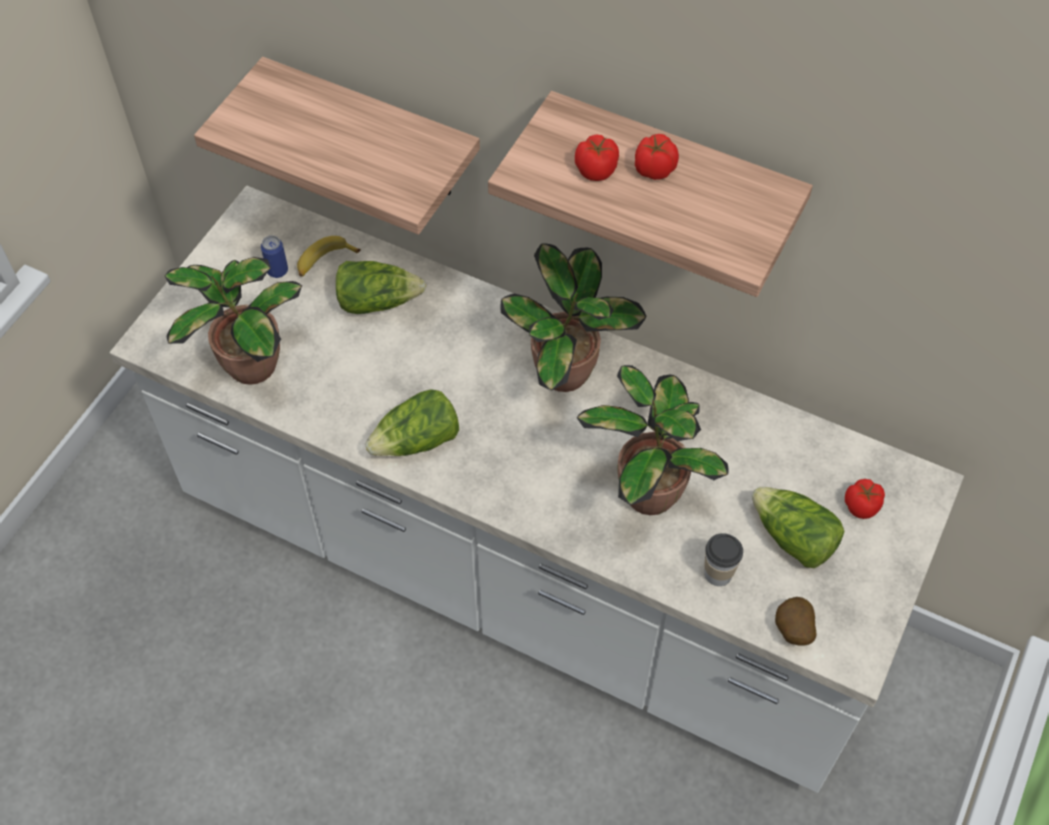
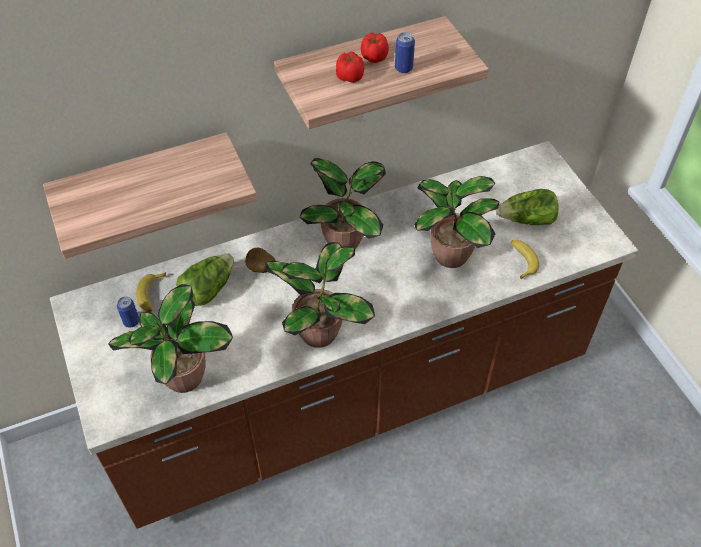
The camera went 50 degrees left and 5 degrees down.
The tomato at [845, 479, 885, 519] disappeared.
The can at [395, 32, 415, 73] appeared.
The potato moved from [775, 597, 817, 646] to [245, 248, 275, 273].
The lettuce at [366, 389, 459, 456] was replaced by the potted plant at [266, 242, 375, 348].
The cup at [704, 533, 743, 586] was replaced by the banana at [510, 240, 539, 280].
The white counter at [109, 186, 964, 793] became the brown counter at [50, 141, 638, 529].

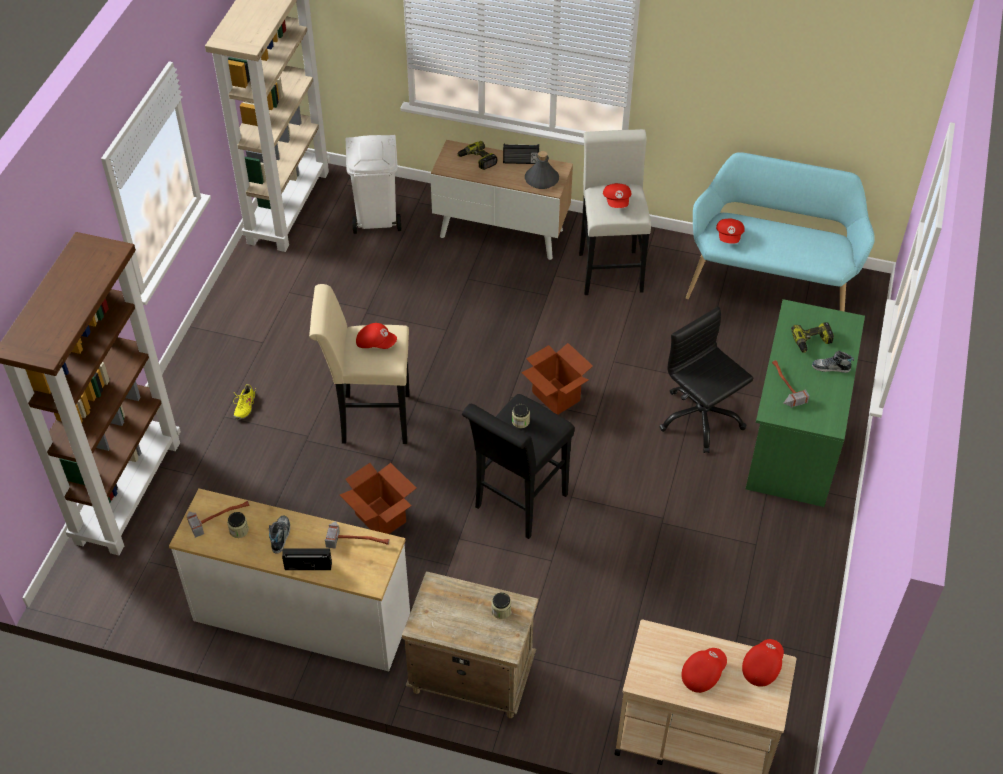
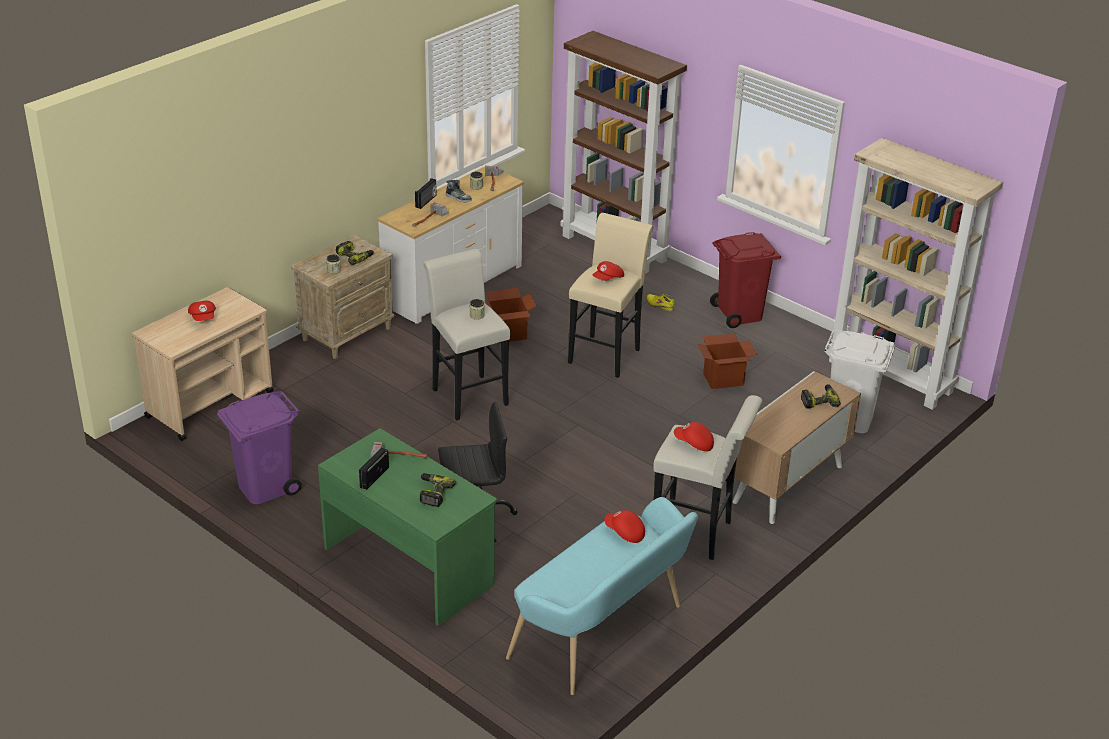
The camera went 115 degrees right and 15 degrees down.
The grey bottle at [525, 151, 559, 189] disappeared.
The red cap at [742, 639, 784, 687] disappeared.
The shoe at [812, 350, 854, 373] disappeared.
The purple trash can at [217, 391, 302, 504] appeared.
The power drill at [336, 241, 374, 265] appeared.
The red trash can at [710, 232, 781, 328] appeared.
The radio moved from [503, 143, 539, 164] to [359, 447, 389, 490].
The cardboard box moved from [521, 343, 593, 415] to [697, 333, 757, 389].
The black stool at [462, 394, 575, 539] became the white stool at [423, 249, 510, 420].

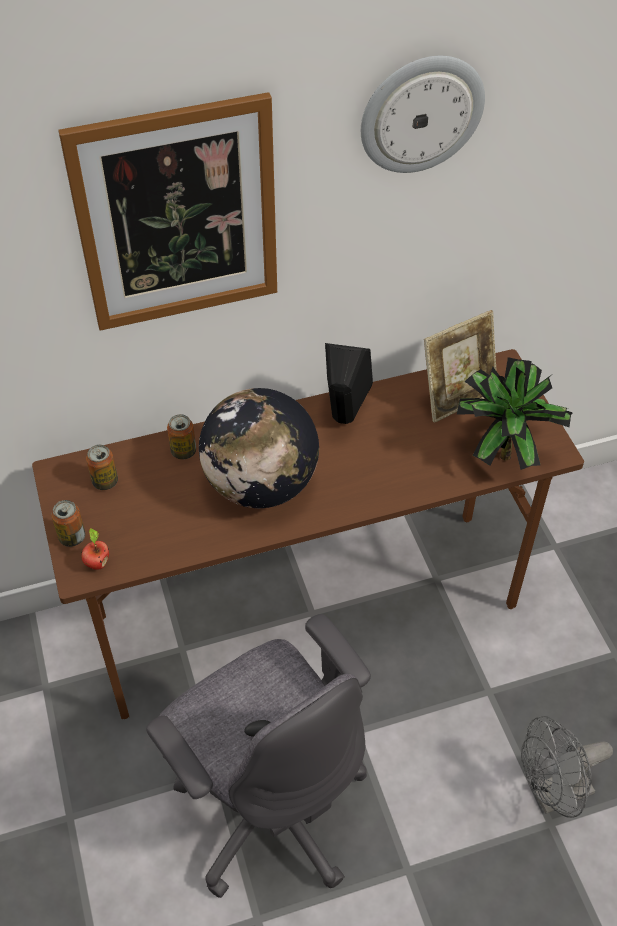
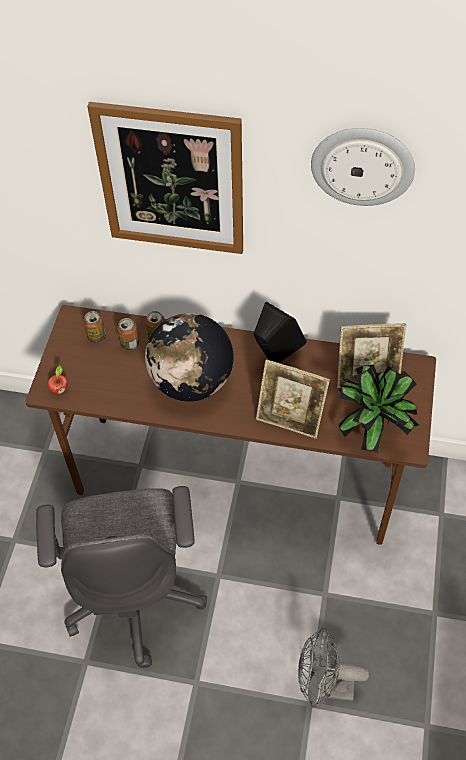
The camera went 30 degrees right and 5 degrees up.
The picture frame at [256, 359, 330, 439] appeared.
The can moved from [51, 500, 86, 547] to [117, 318, 139, 350].

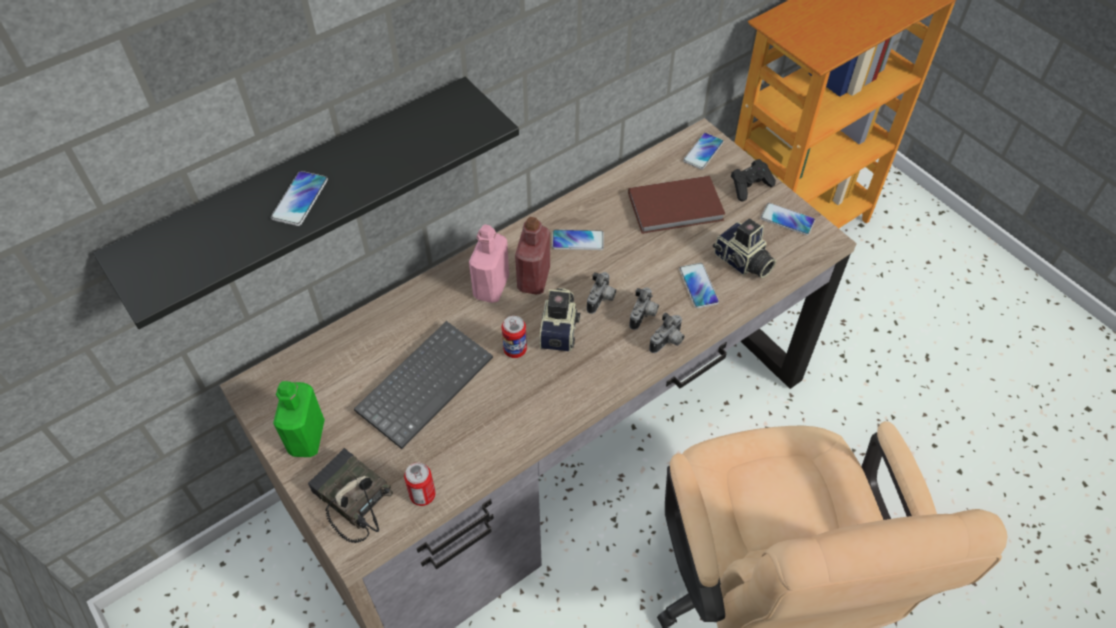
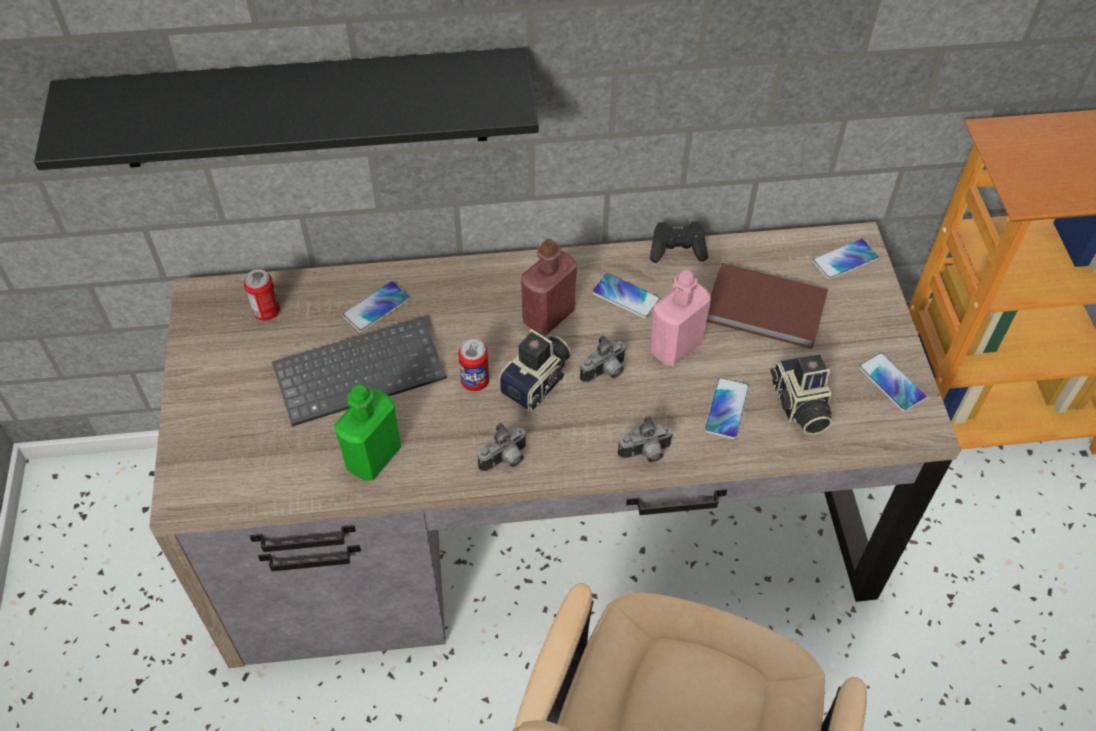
The camera went 30 degrees right and 0 degrees up.
The radio at [308, 448, 393, 543] disappeared.
The phone moved from [271, 171, 328, 226] to [342, 281, 410, 332].
The green bottle moved from [273, 381, 325, 457] to [334, 384, 401, 481].
The can moved from [404, 462, 436, 506] to [244, 269, 280, 321].
The pink bottle moved from [469, 224, 509, 303] to [649, 270, 711, 366].
The photo camera moved from [629, 287, 659, 330] to [477, 423, 527, 472].
The black game controller moved from [731, 159, 776, 201] to [650, 221, 708, 263].

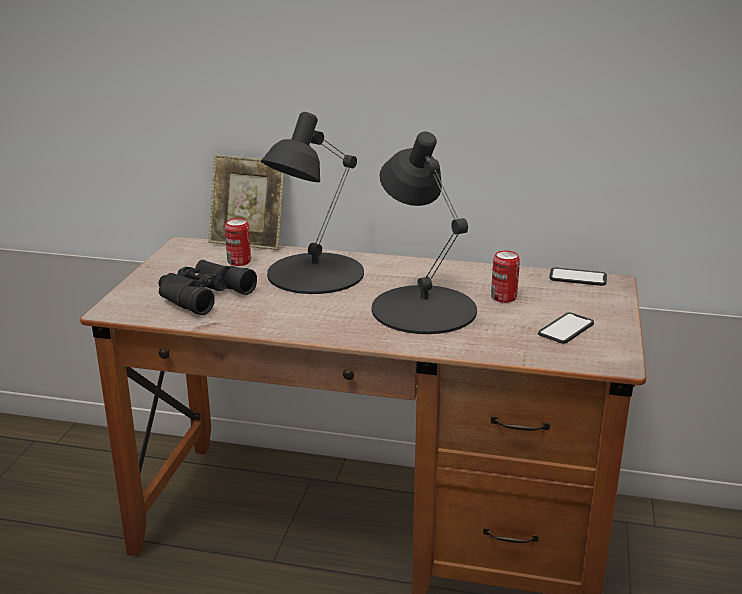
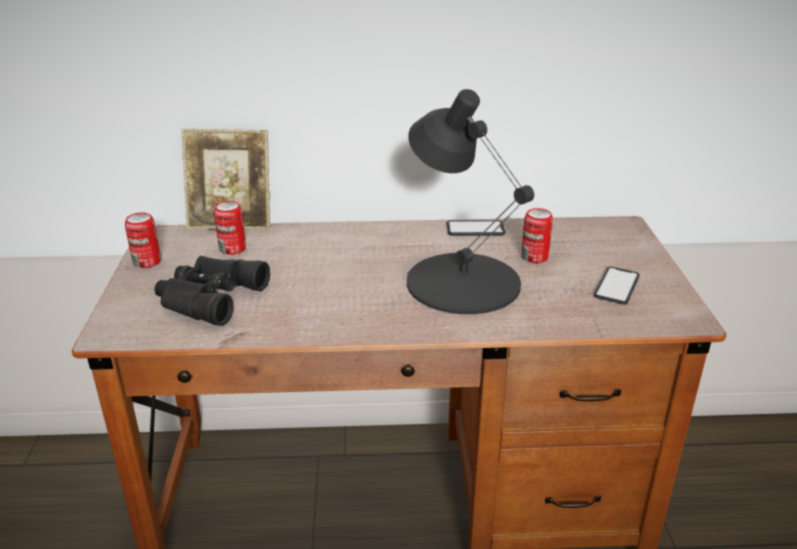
The camera went 15 degrees left and 5 degrees up.
The black table lamp at [261, 112, 364, 294] disappeared.
The can at [125, 213, 161, 268] appeared.
The phone moved from [549, 267, 607, 286] to [446, 220, 505, 236].

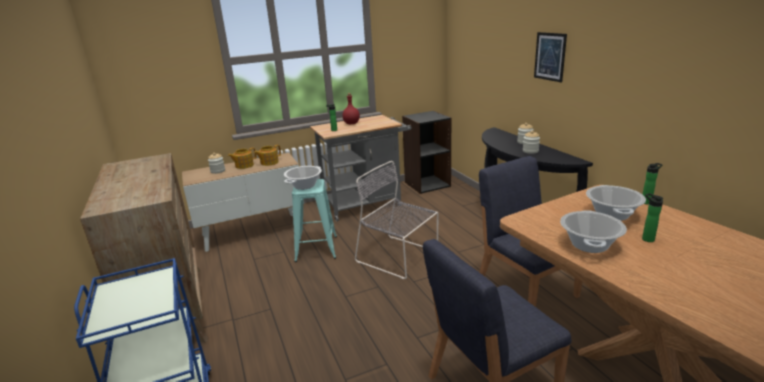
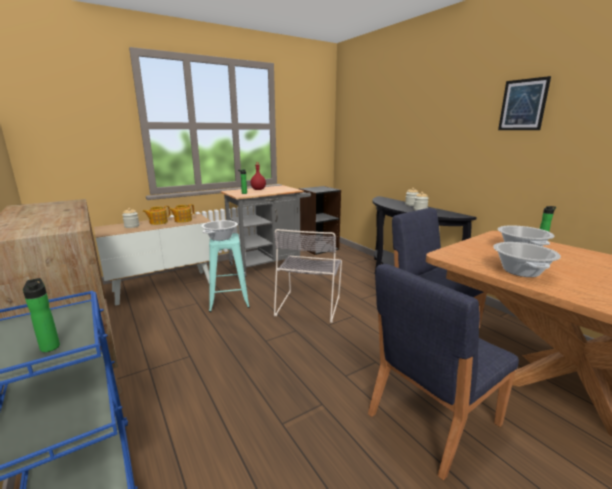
The camera went 10 degrees left and 5 degrees down.
The picture moved from [534, 32, 567, 82] to [498, 76, 551, 130].
The bottle moved from [642, 193, 663, 242] to [23, 278, 60, 352].
The grey chair at [355, 161, 438, 279] turned 105 degrees counterclockwise.

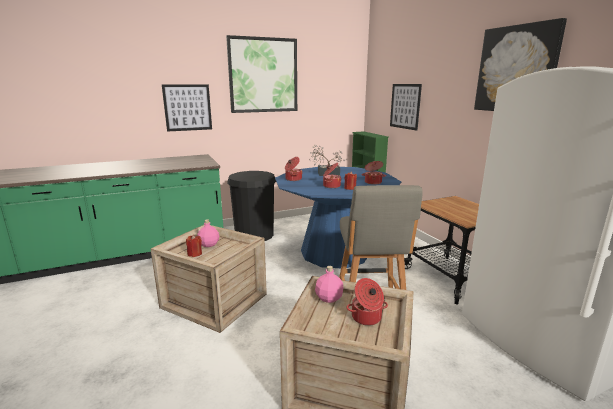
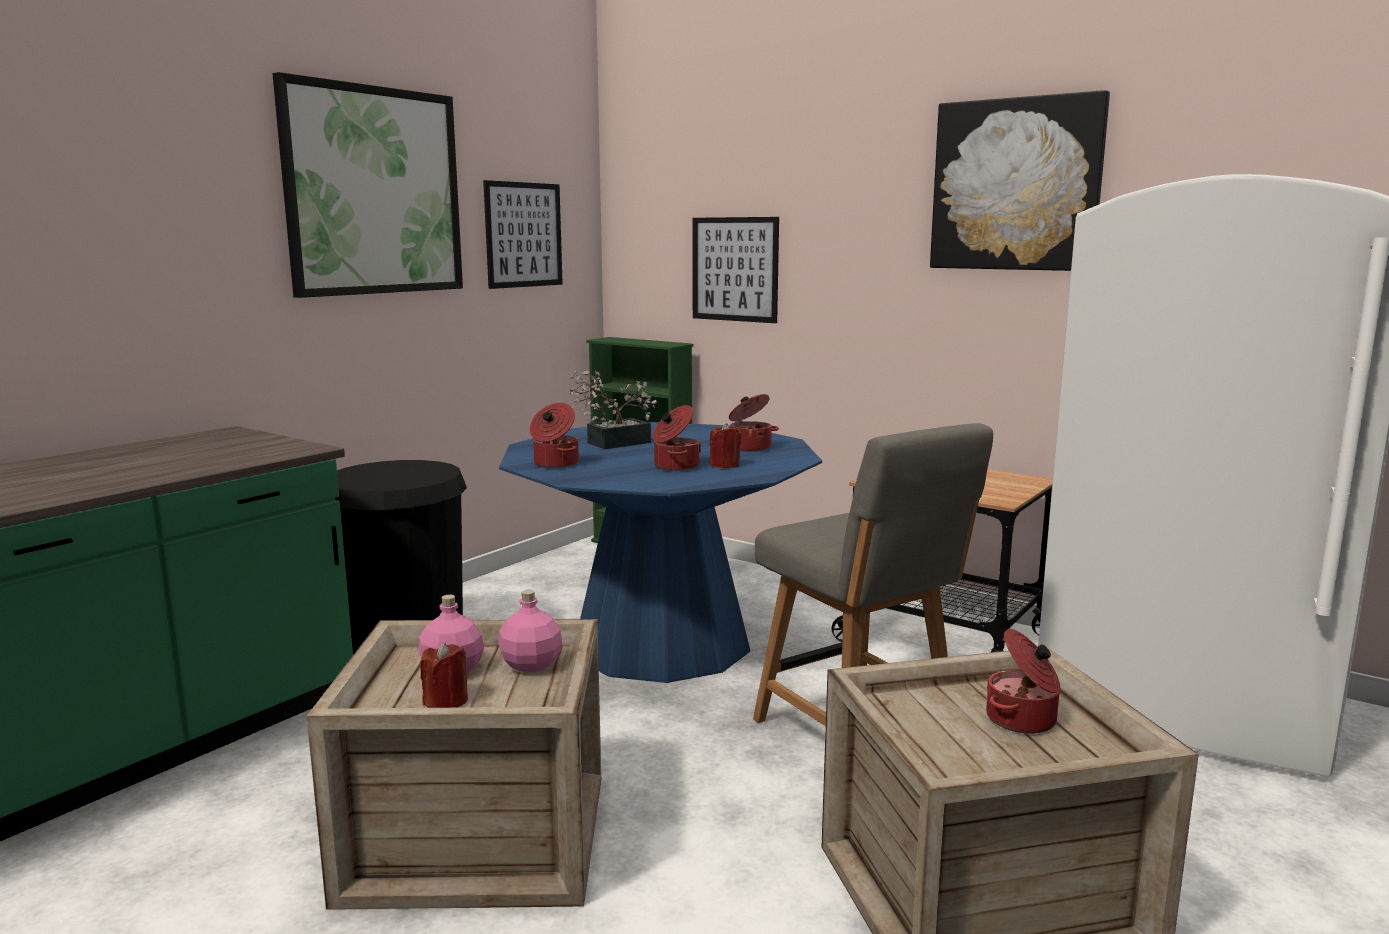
The camera went 30 degrees left and 5 degrees down.
The picture moved from [162, 84, 212, 132] to [483, 180, 563, 289].
The pink bottle moved from [315, 266, 343, 303] to [498, 590, 562, 672].

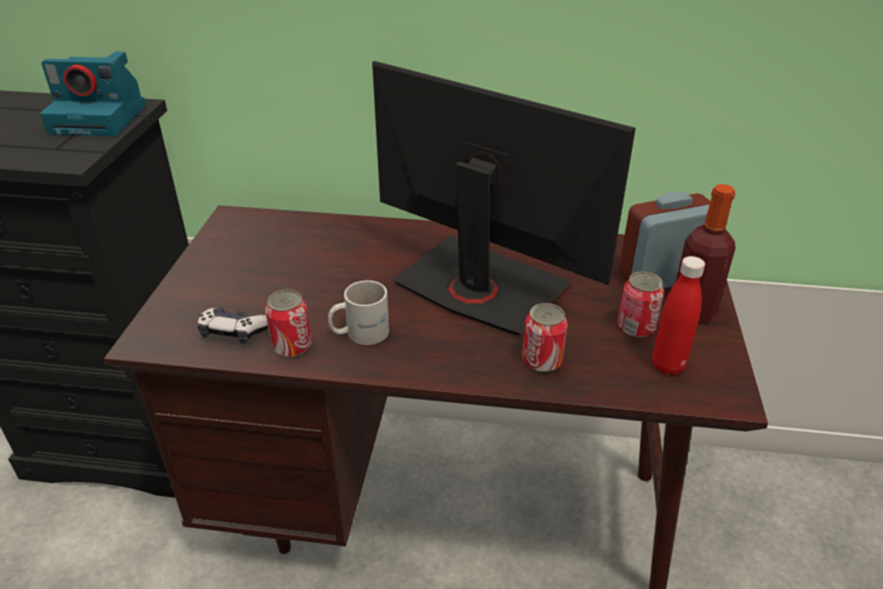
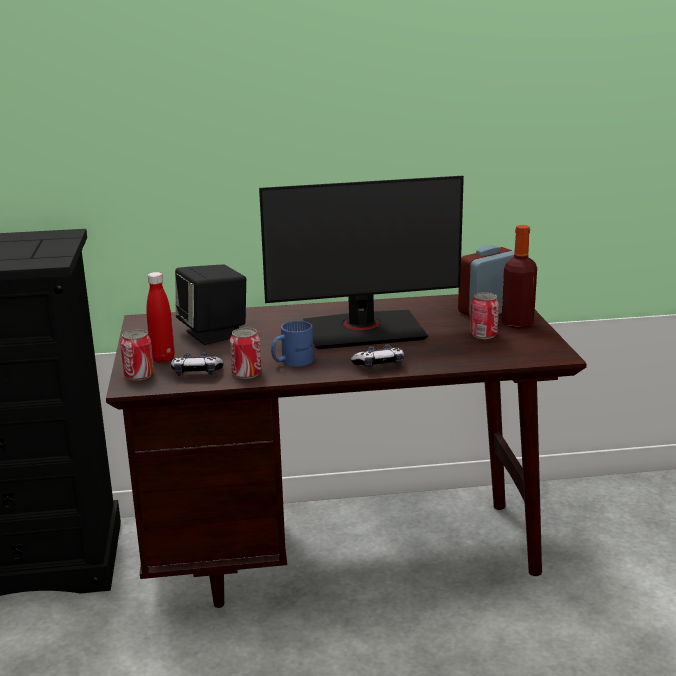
The camera went 15 degrees left and 15 degrees down.
The photo camera at [40, 52, 146, 136] disappeared.
The black speaker at [175, 264, 246, 345] appeared.
The game controller at [351, 344, 404, 370] appeared.
The can moved from [522, 303, 568, 372] to [120, 329, 154, 381].
The red bottle moved from [652, 256, 705, 375] to [146, 272, 175, 363].
The white mug at [328, 280, 389, 345] became the blue mug at [271, 321, 313, 366].
The monitor at [372, 61, 636, 336] turned 150 degrees clockwise.

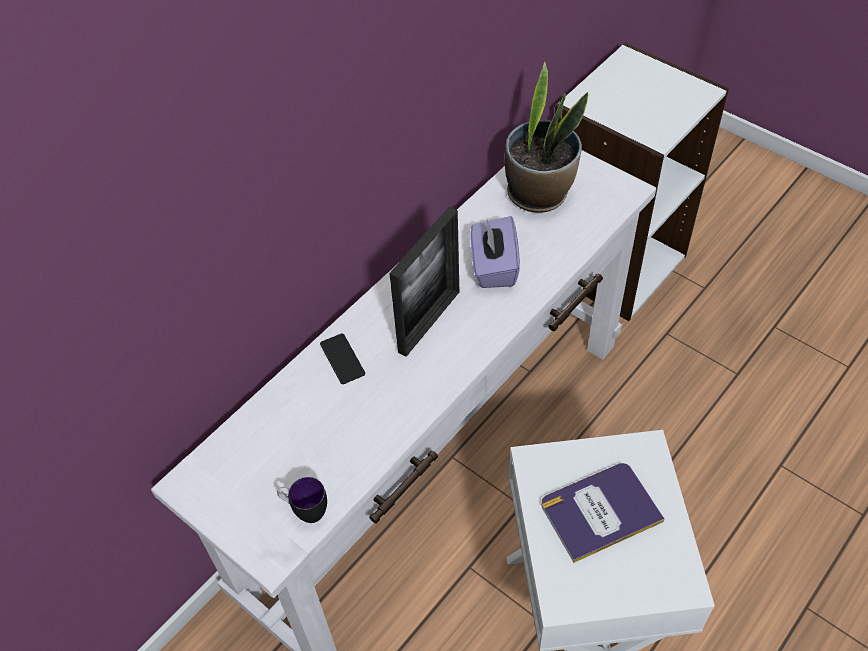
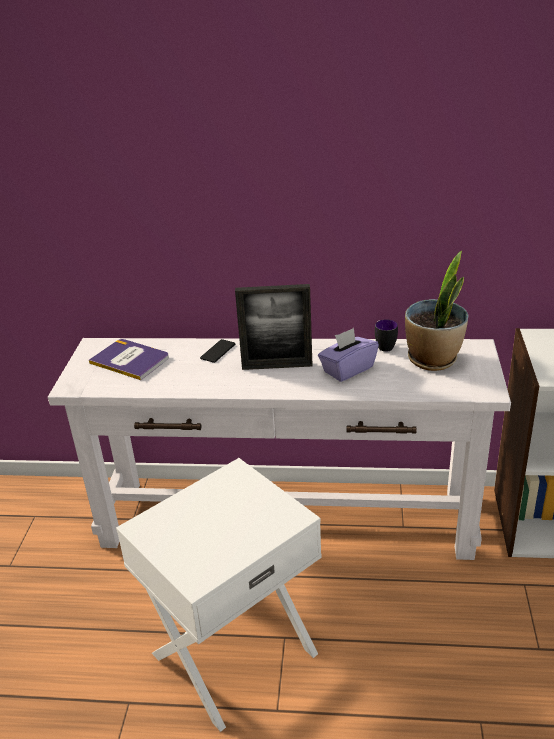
The camera went 55 degrees right and 20 degrees down.
The mug moved from [277, 477, 327, 523] to [375, 320, 398, 352].
The book moved from [541, 463, 665, 563] to [89, 339, 169, 380].

